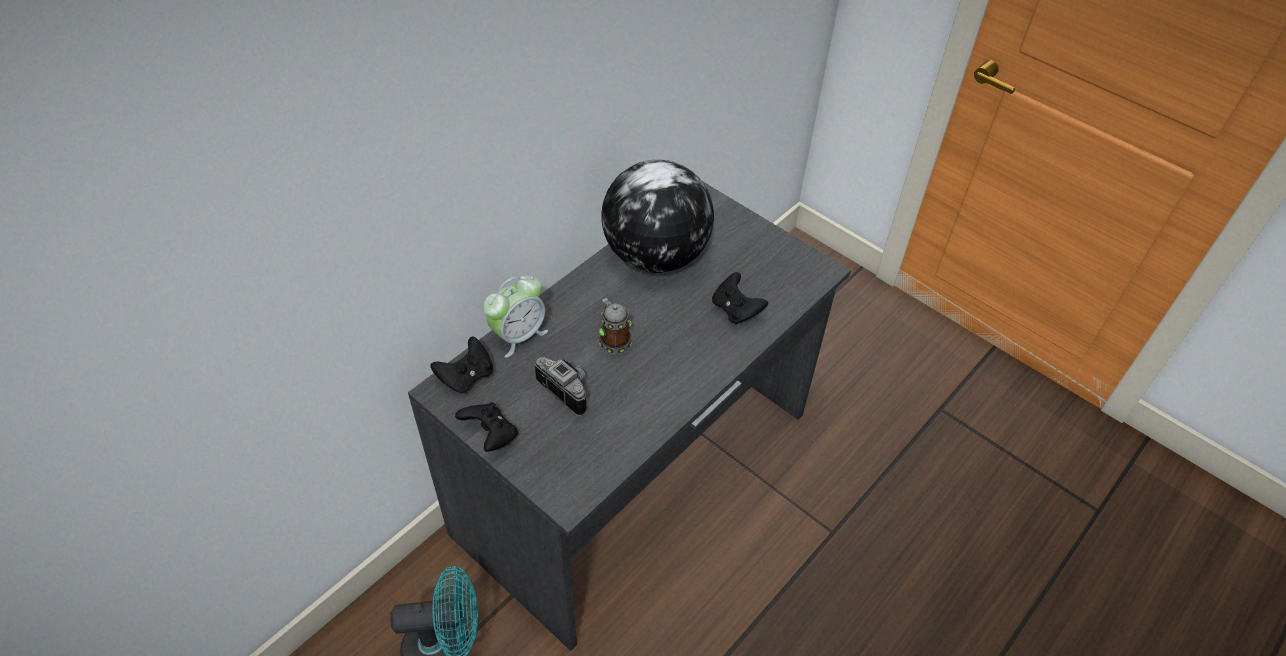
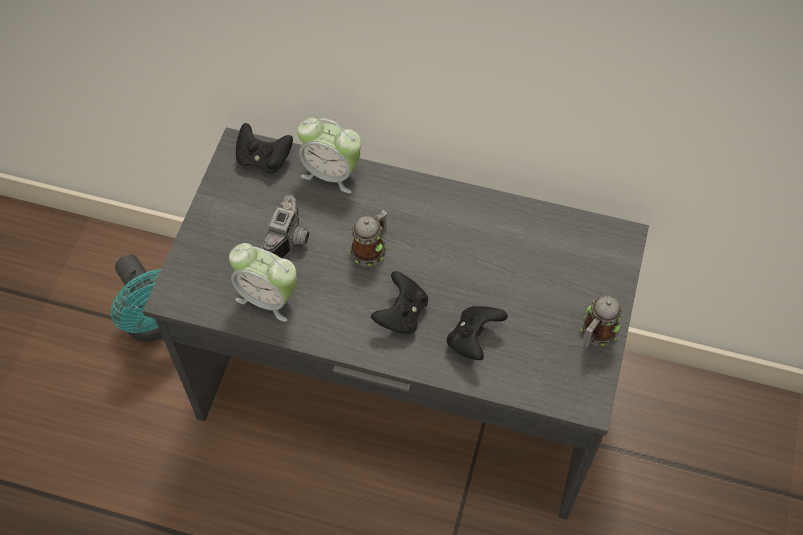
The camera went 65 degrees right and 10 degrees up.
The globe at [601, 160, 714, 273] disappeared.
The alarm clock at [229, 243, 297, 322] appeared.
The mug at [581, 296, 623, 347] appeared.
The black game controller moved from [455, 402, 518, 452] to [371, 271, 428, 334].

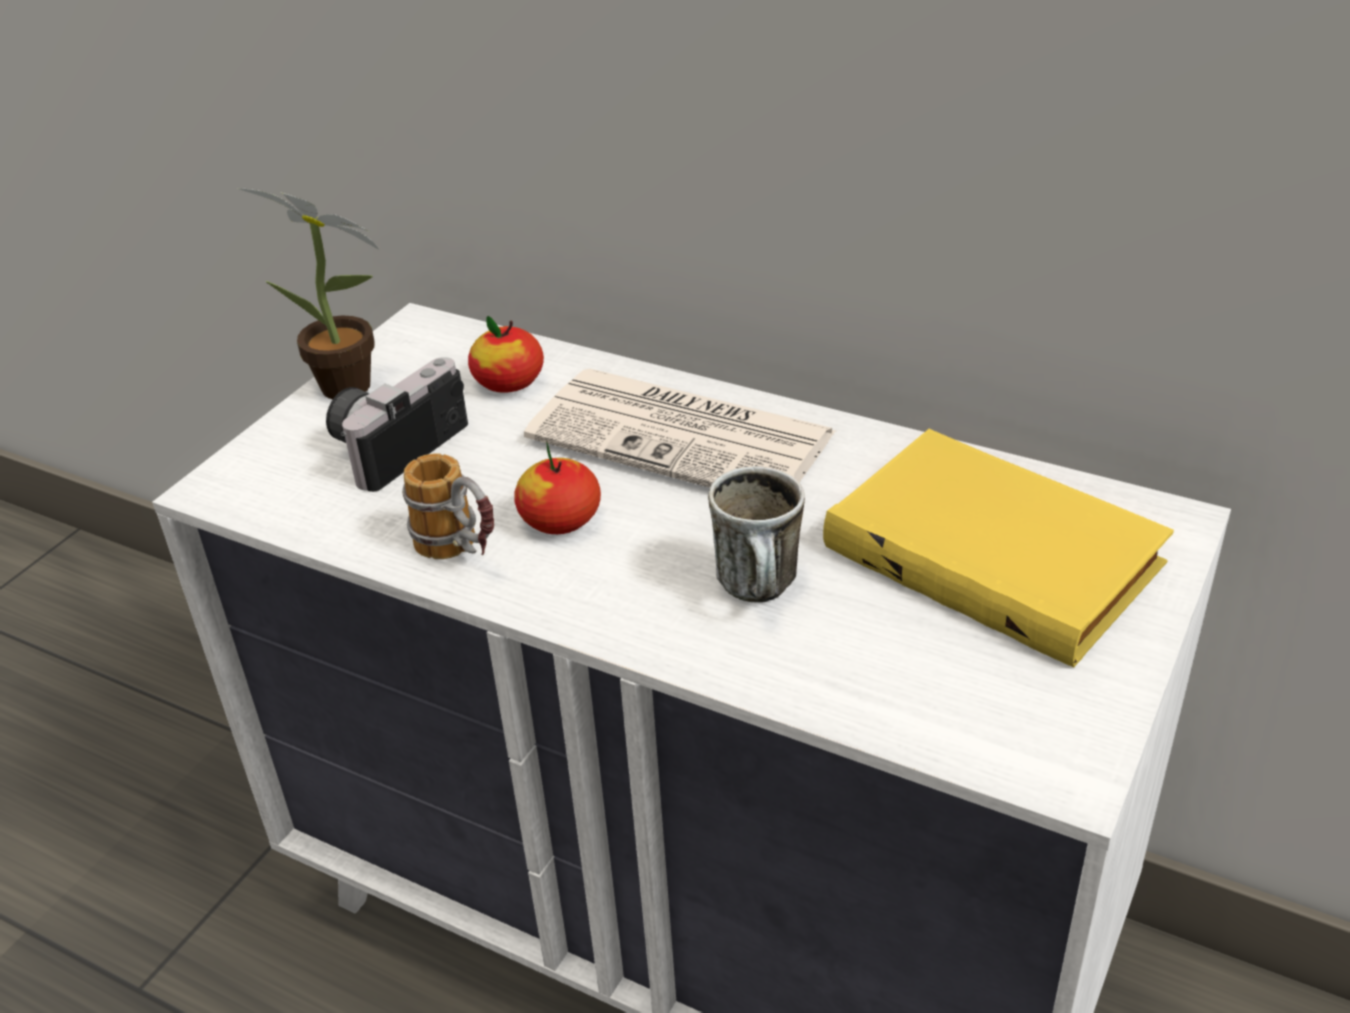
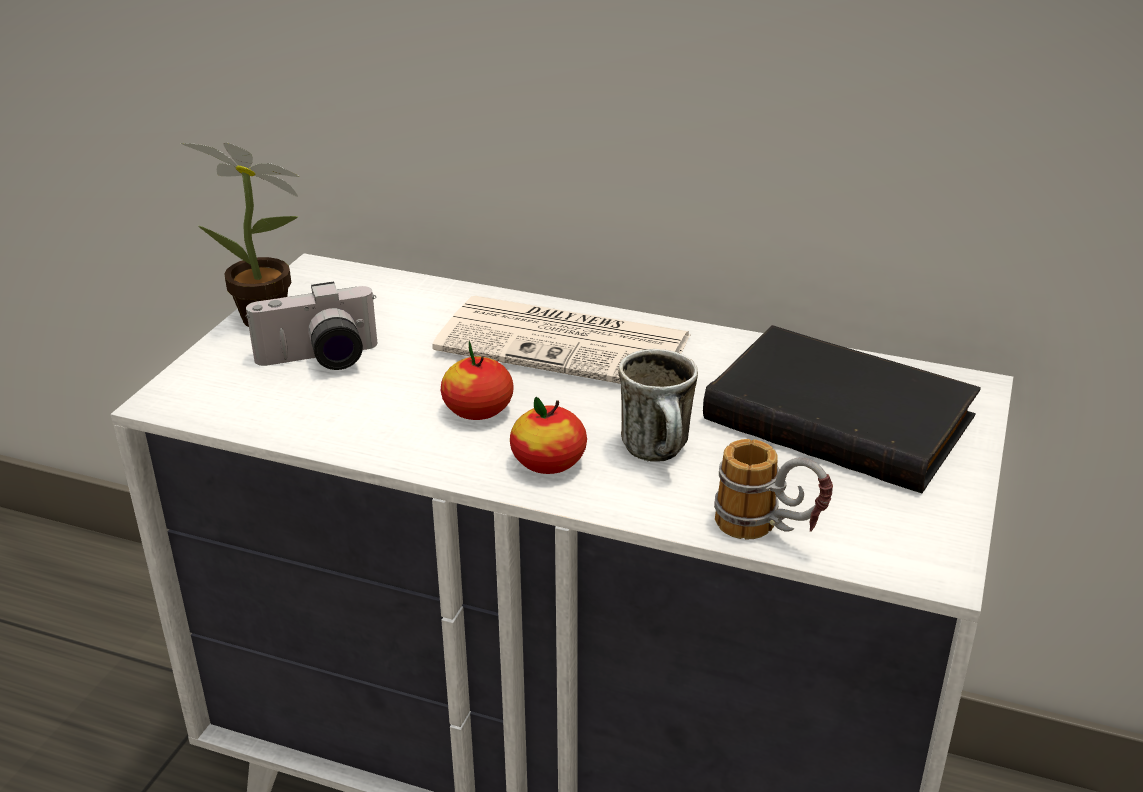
The camera went 10 degrees left and 5 degrees down.
The mug moved from [402, 453, 494, 559] to [714, 439, 833, 540].
The apple moved from [468, 316, 544, 393] to [510, 397, 587, 474].
The yellow book at [823, 429, 1174, 668] became the black book at [703, 325, 981, 493].
The photo camera at [326, 357, 468, 492] turned 135 degrees counterclockwise.

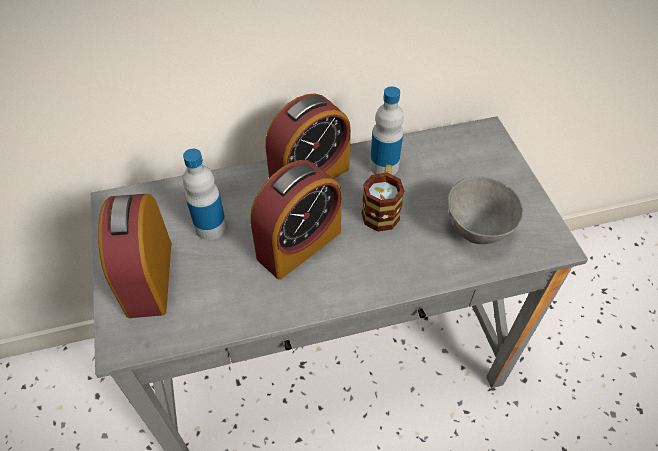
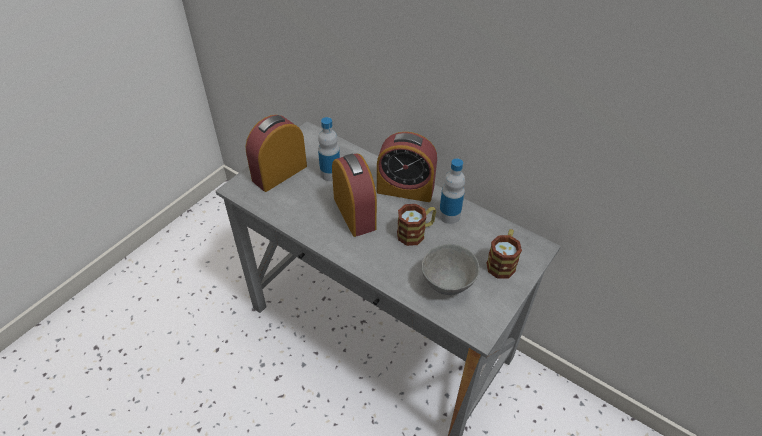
The camera went 50 degrees right and 5 degrees down.
The mug at [486, 229, 522, 279] appeared.
The alarm clock at [250, 160, 342, 280] turned 120 degrees counterclockwise.

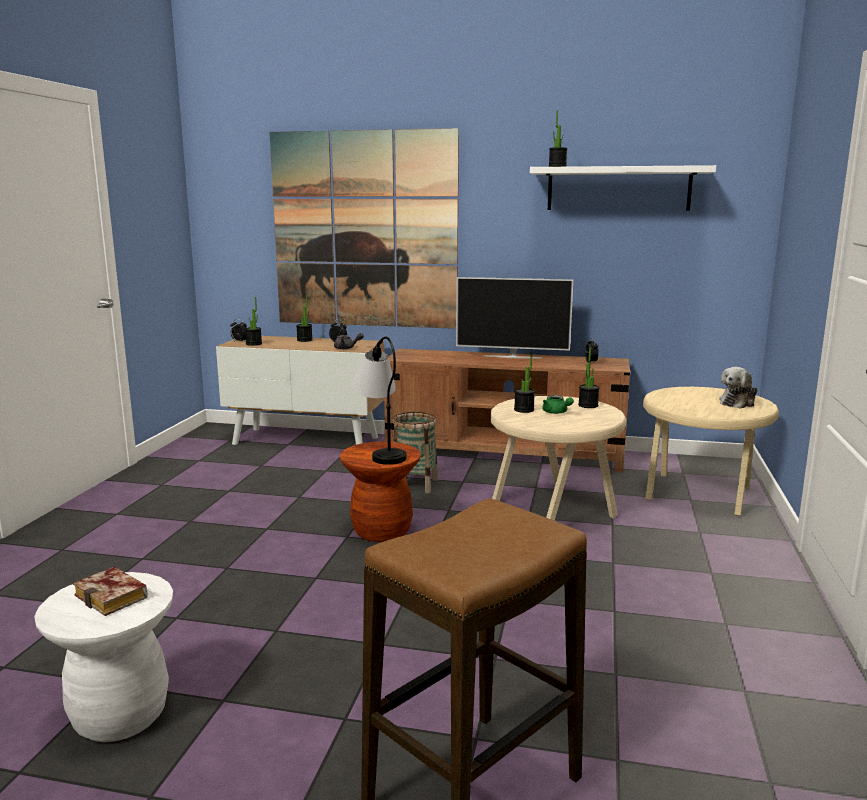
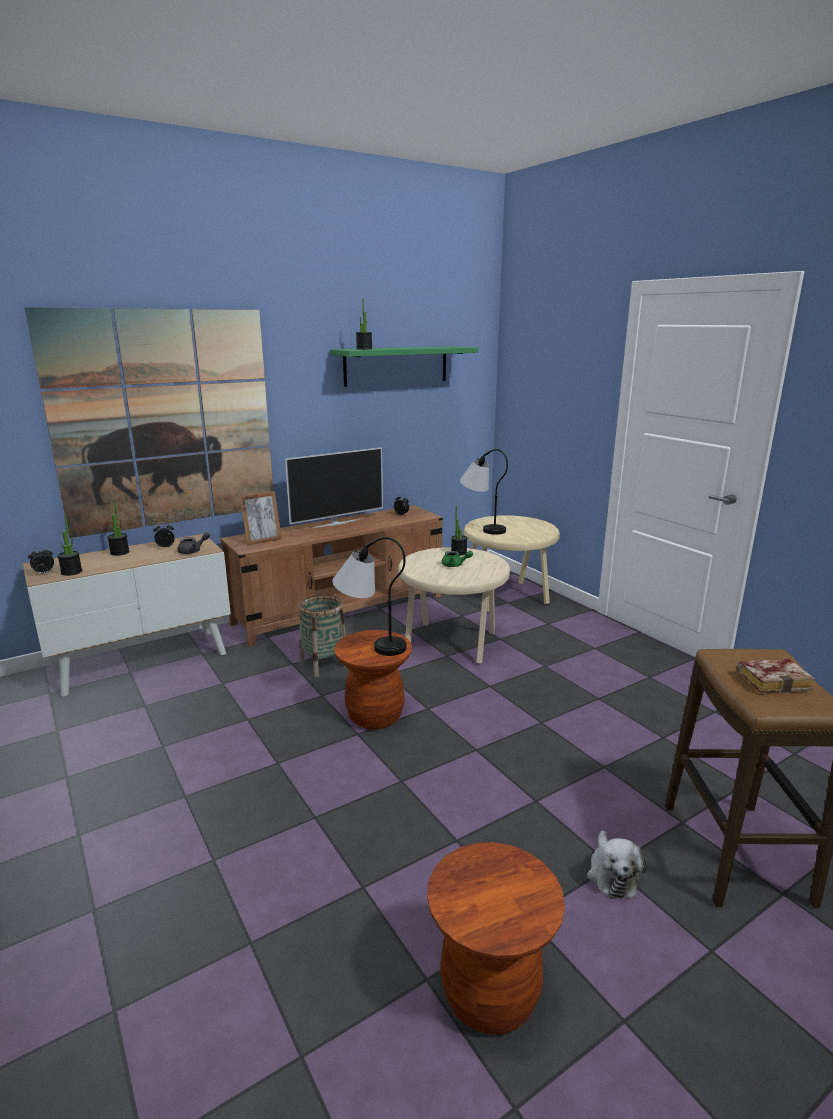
The camera went 45 degrees left and 5 degrees up.
The potted plant at [514, 351, 535, 413] disappeared.
The picture frame at [239, 491, 282, 546] appeared.
The table lamp at [460, 449, 508, 535] appeared.
The book moved from [73, 567, 147, 616] to [737, 659, 815, 693].
The plush toy moved from [719, 367, 758, 409] to [587, 830, 647, 898].
The white stool at [34, 572, 173, 742] became the brown stool at [427, 842, 565, 1034].
The white shelf at [530, 165, 716, 210] became the green shelf at [330, 346, 478, 387].

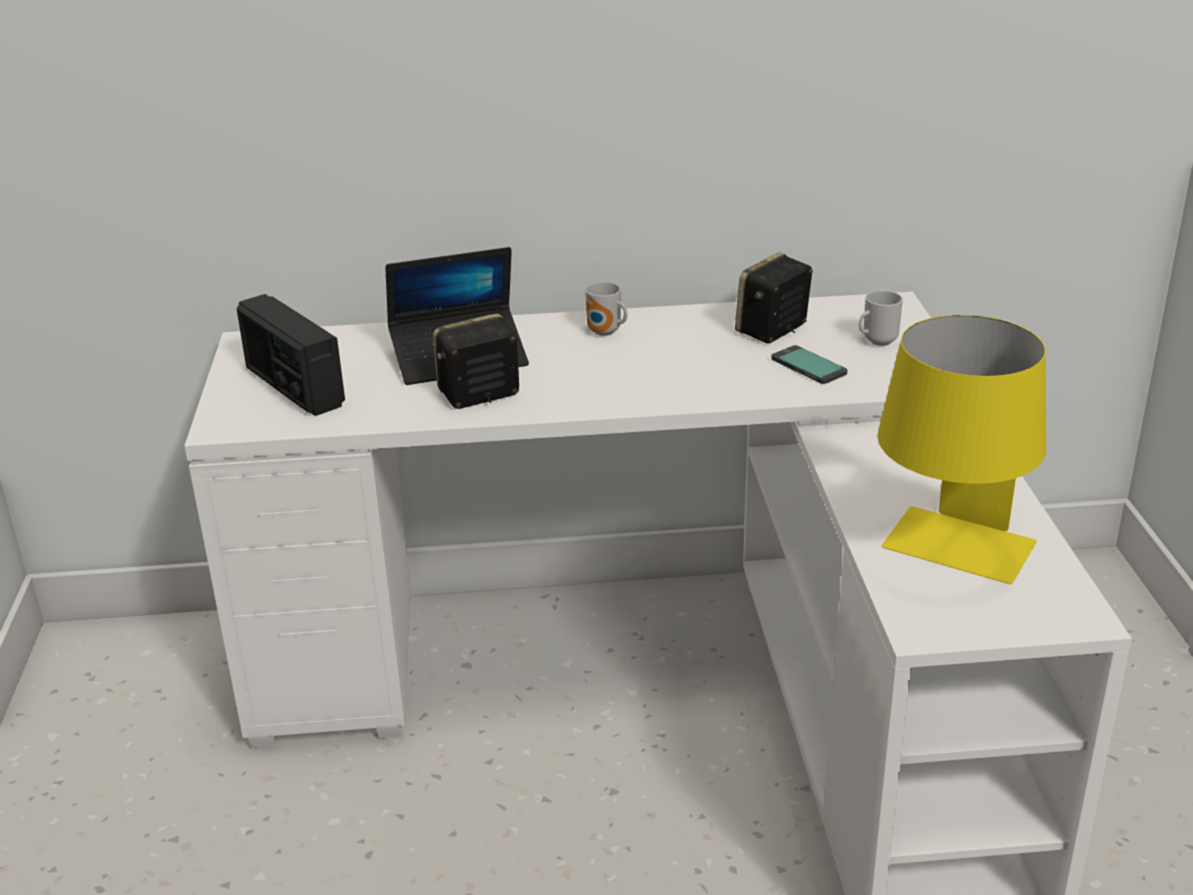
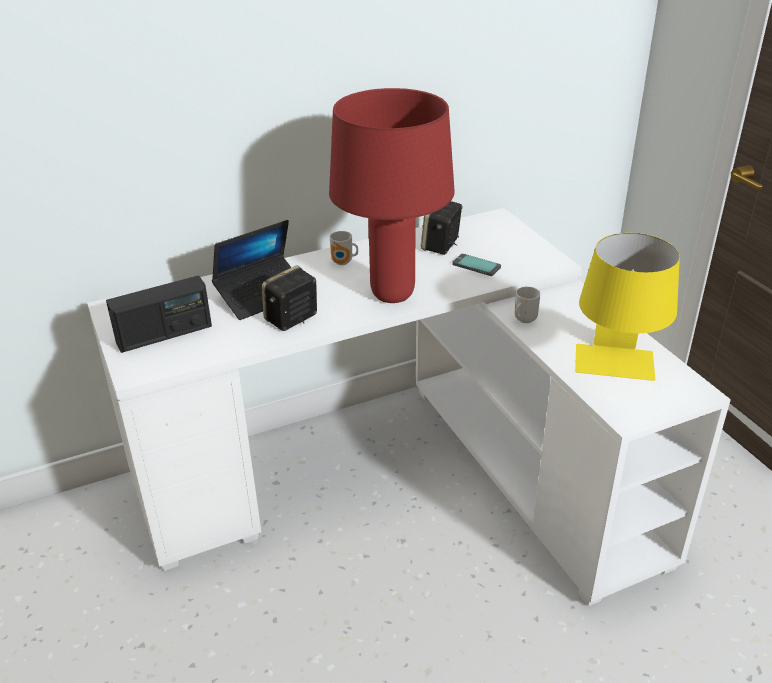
The camera went 20 degrees left and 5 degrees up.
The red table lamp at [329, 88, 455, 303] appeared.
The mug moved from [858, 291, 903, 346] to [515, 287, 541, 323].
The radio at [236, 294, 345, 416] turned 60 degrees counterclockwise.

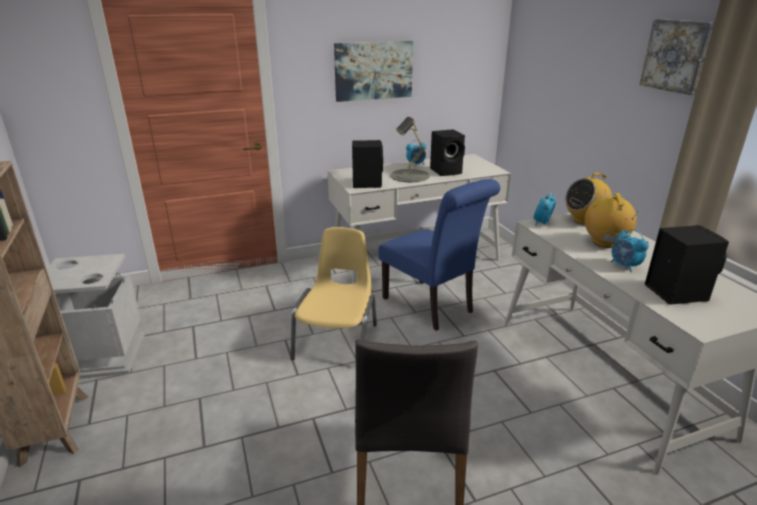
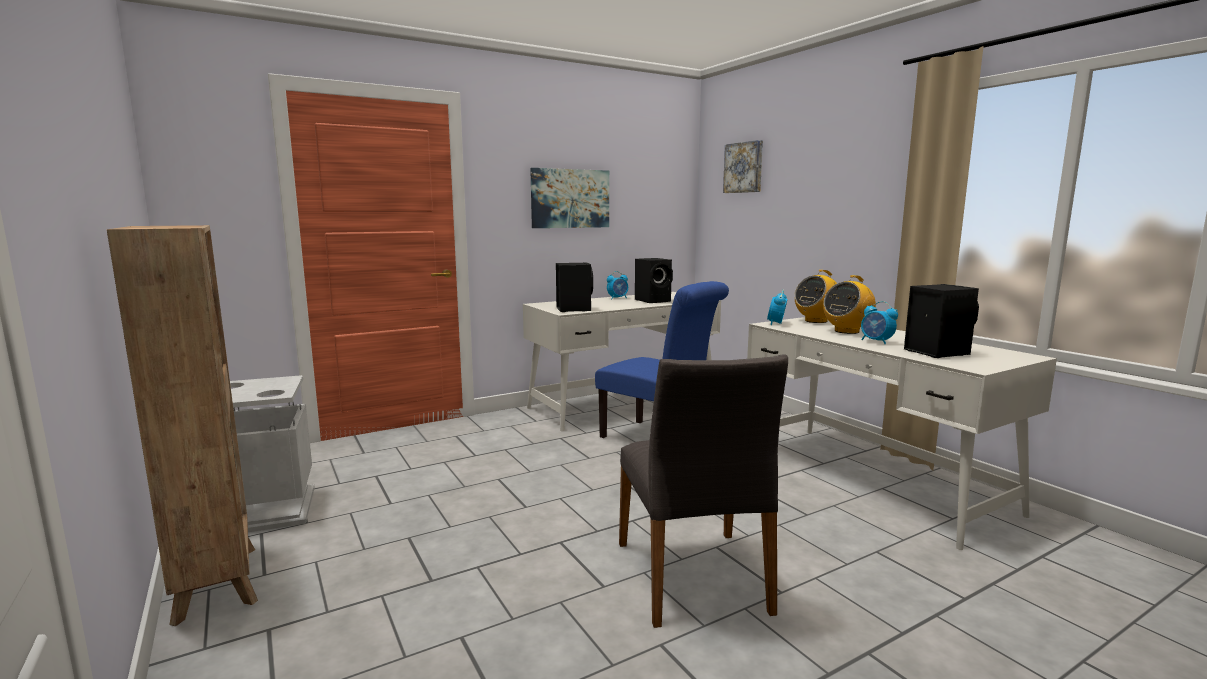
The camera went 10 degrees left and 15 degrees down.
The yellow chair at [291, 227, 377, 360] disappeared.
The grey table lamp at [390, 117, 430, 183] disappeared.
The picture moved from [640, 19, 714, 95] to [723, 140, 763, 193].
The radio at [584, 193, 638, 248] turned 120 degrees counterclockwise.

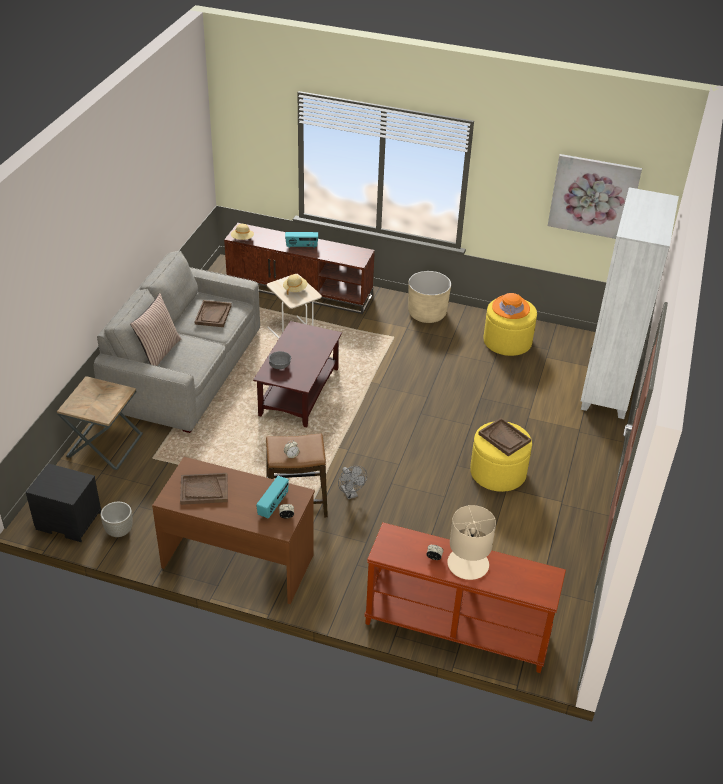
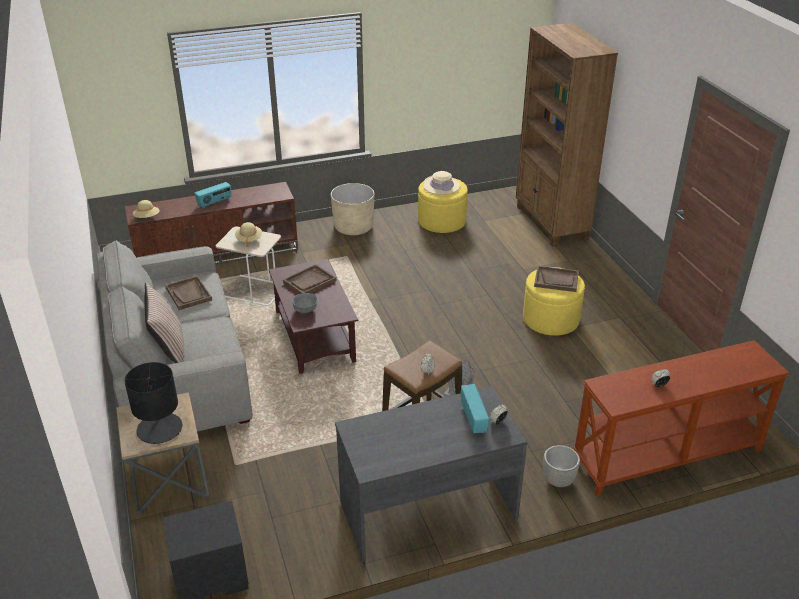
The camera went 35 degrees left and 5 degrees down.
The beige table lamp at [447, 505, 496, 580] disappeared.
The picture at [548, 154, 642, 239] disappeared.
The black table lamp at [125, 362, 182, 444] appeared.
The grey planter moved from [101, 502, 132, 537] to [543, 445, 580, 487].
The brown tray moved from [180, 473, 228, 505] to [283, 264, 336, 294].
The brown desk at [152, 457, 315, 604] became the grey desk at [335, 386, 527, 562].
The orange hat at [492, 293, 530, 319] became the beige hat at [423, 171, 460, 195].
The white bookcase at [581, 187, 679, 419] became the brown bookcase at [516, 23, 618, 246].

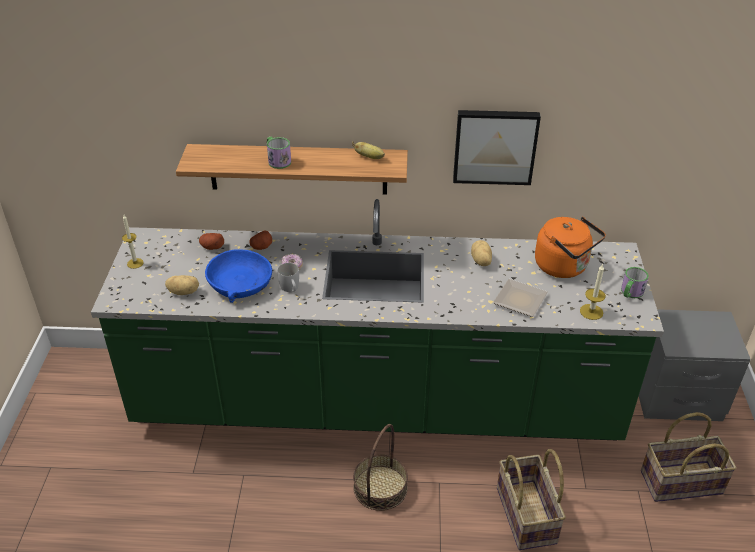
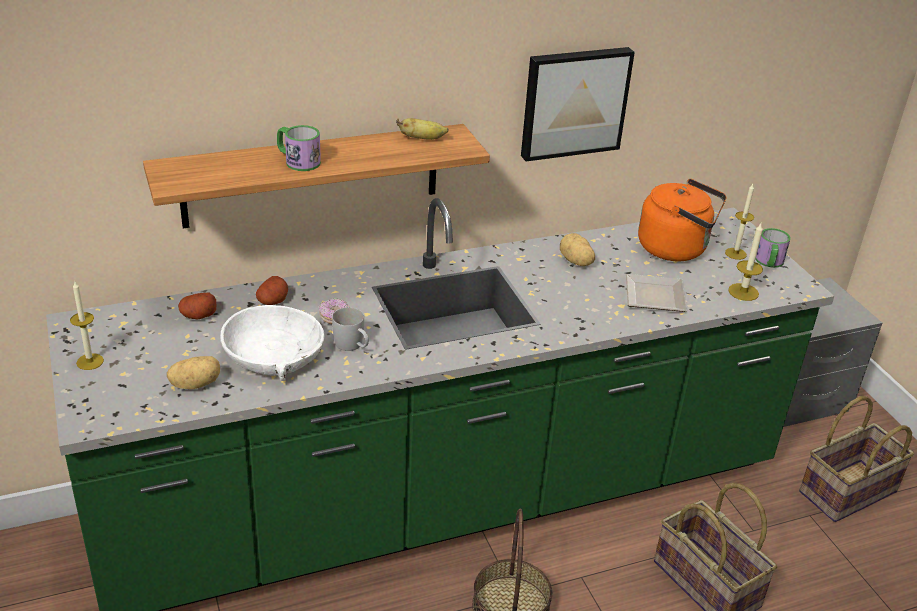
The camera went 25 degrees left and 5 degrees down.
The candle at [725, 184, 754, 260] appeared.
The blue bowl at [205, 249, 272, 303] became the white bowl at [220, 305, 324, 381].

